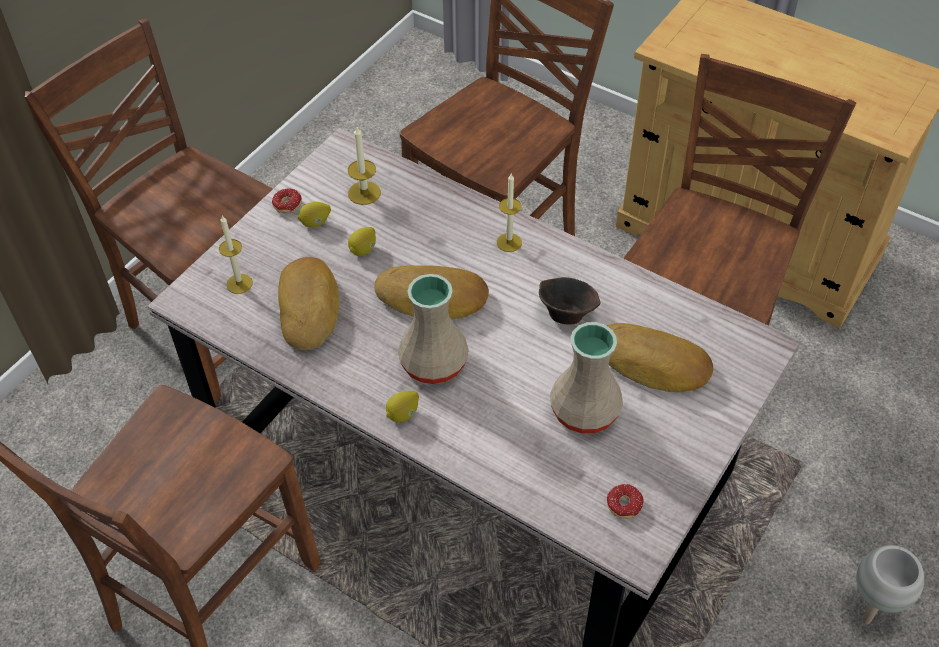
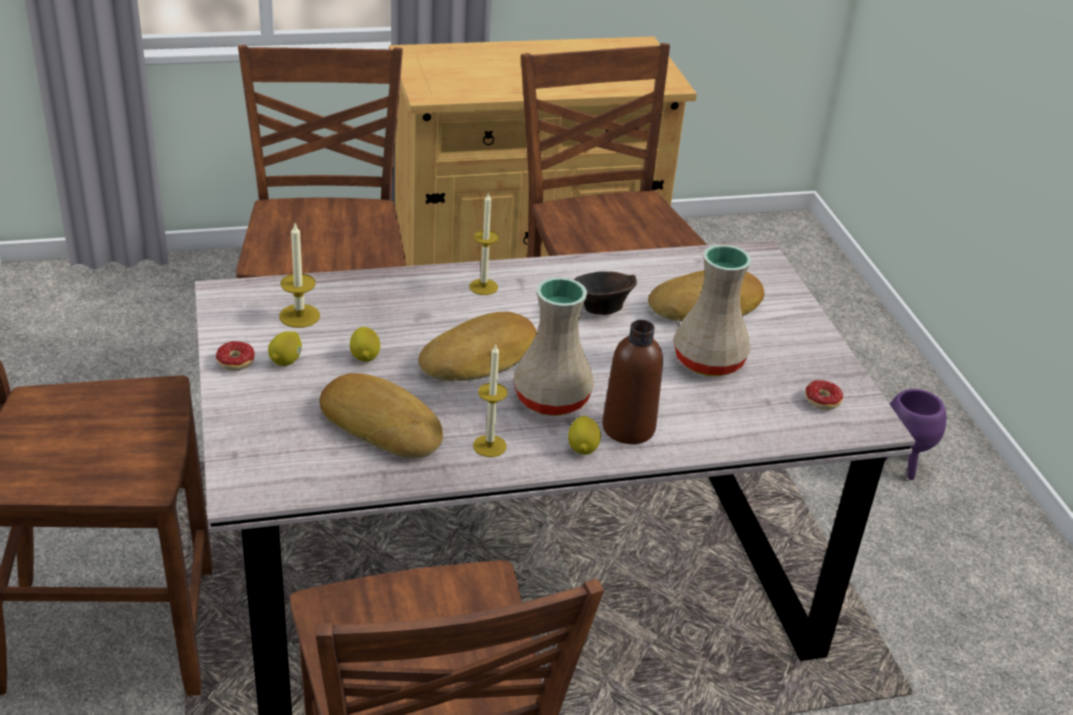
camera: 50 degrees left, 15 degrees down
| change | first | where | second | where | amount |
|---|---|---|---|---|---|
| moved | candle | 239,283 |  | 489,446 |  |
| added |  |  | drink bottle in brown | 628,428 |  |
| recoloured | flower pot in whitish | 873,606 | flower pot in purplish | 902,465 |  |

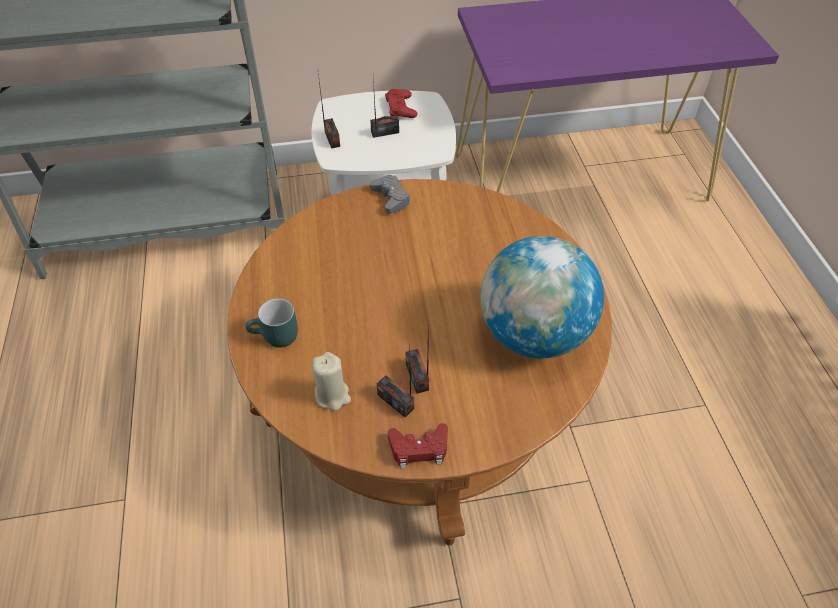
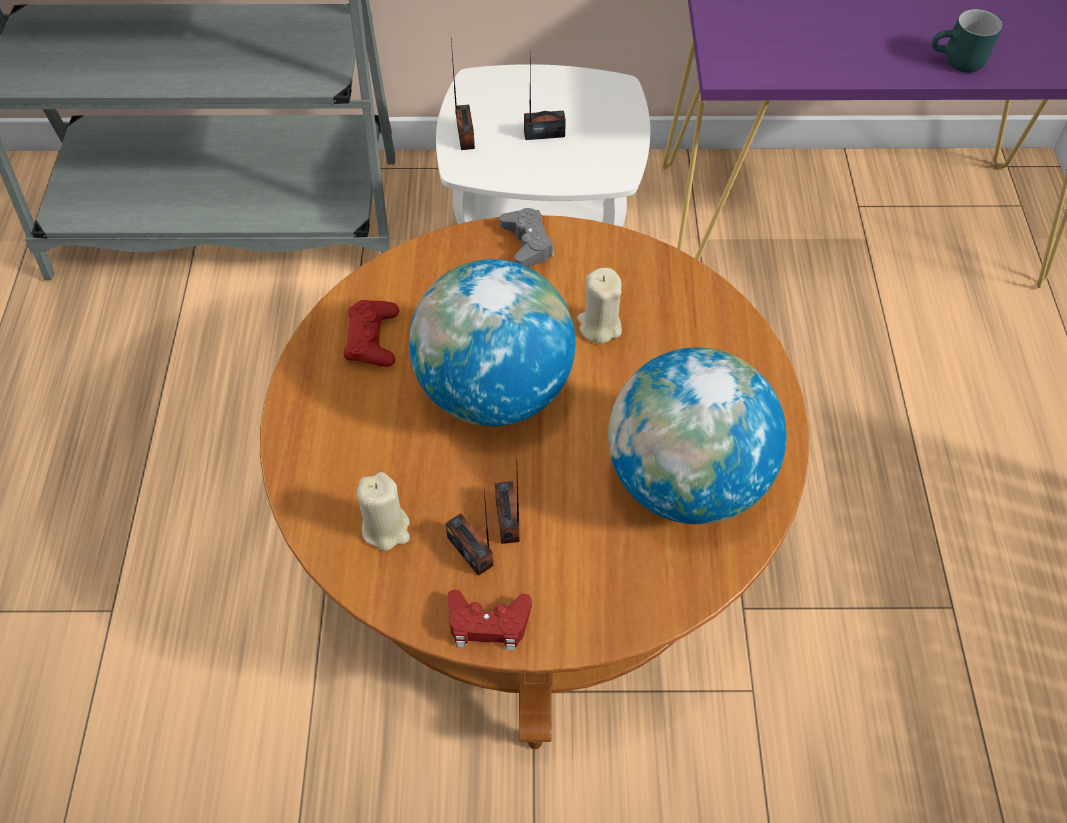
camera: 10 degrees right, 5 degrees up
| change | first | where | second | where | amount |
|---|---|---|---|---|---|
| moved | gamepad in red-coloured | 401,108 |  | 373,338 |  |
| added |  |  | world globe | 494,392 |  |
| added |  |  | candle in beige | 599,326 |  |
| moved | mug in blue-green | 276,338 |  | 958,63 |  |

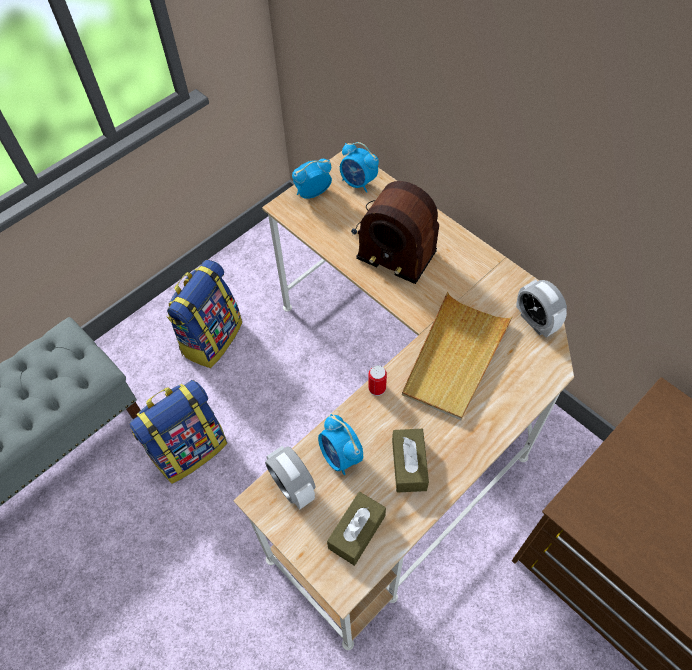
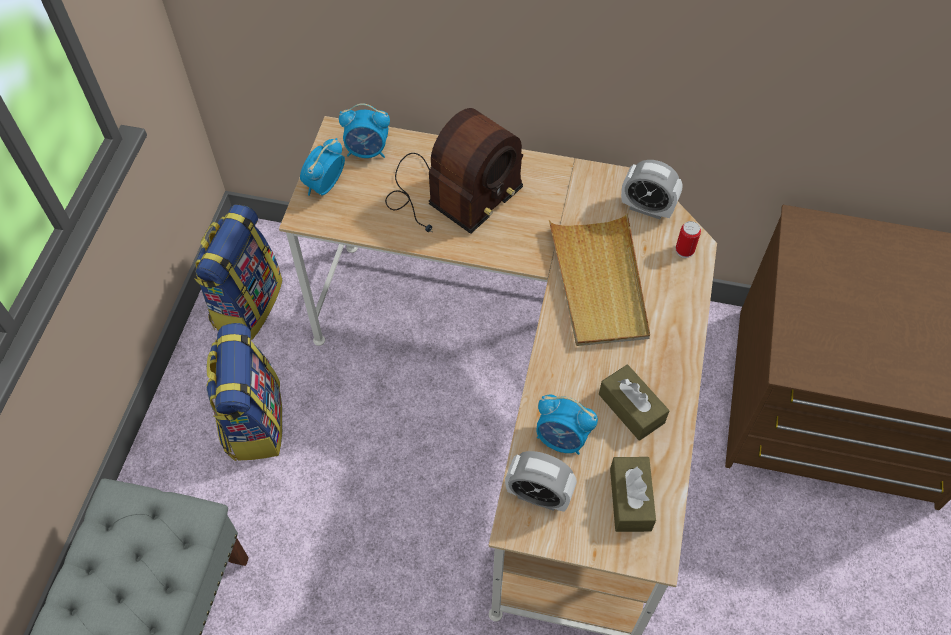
camera: 35 degrees left, 0 degrees up
| change | first | where | second | where | amount |
|---|---|---|---|---|---|
| moved | knapsack | 189,448 |  | 247,303 |  |
| turned | radio set | 393,240 |  | 451,194 | 45 degrees counterclockwise |
| moved | sealed can | 377,388 |  | 684,250 |  |

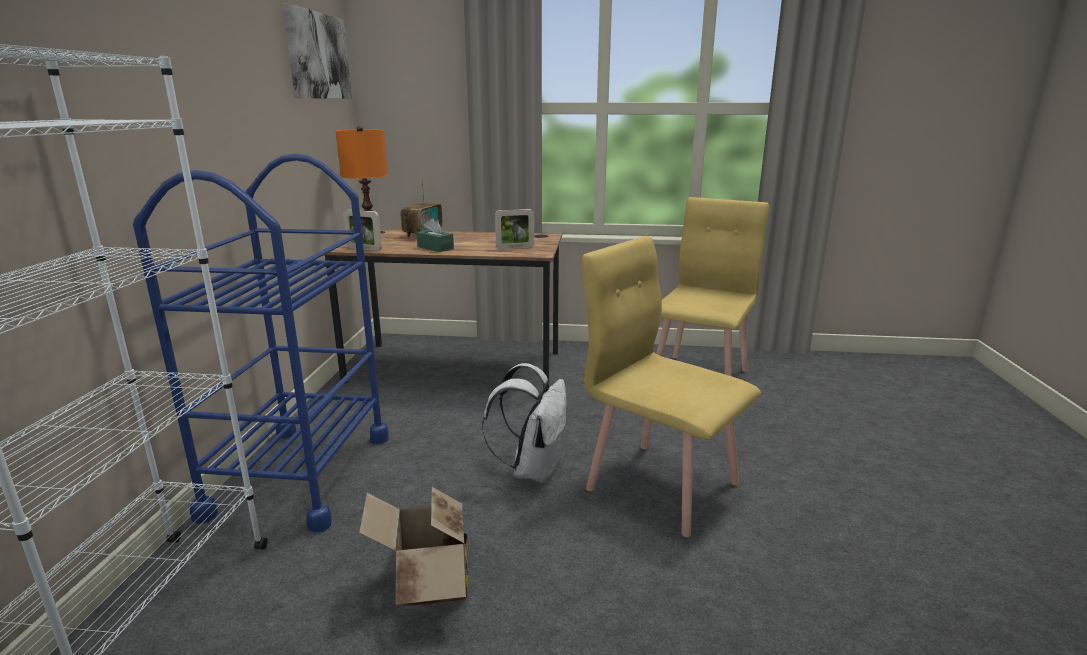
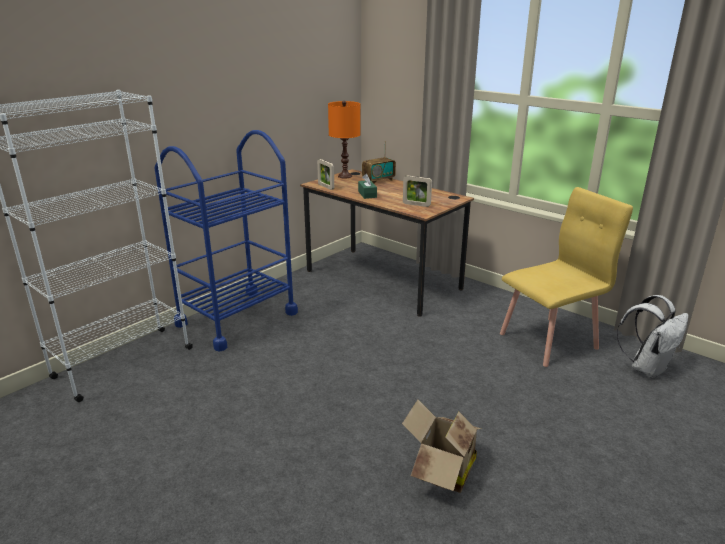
camera: 35 degrees right, 5 degrees up
| change | first | where | second | where | amount |
|---|---|---|---|---|---|
| moved | cardboard box | 427,584 |  | 441,472 |  |
| moved | knapsack in whitish | 533,469 |  | 647,368 |  |
| removed | wall art | 317,56 |  |  |  |
| removed | plain chair in yellowish | 661,485 |  |  |  |

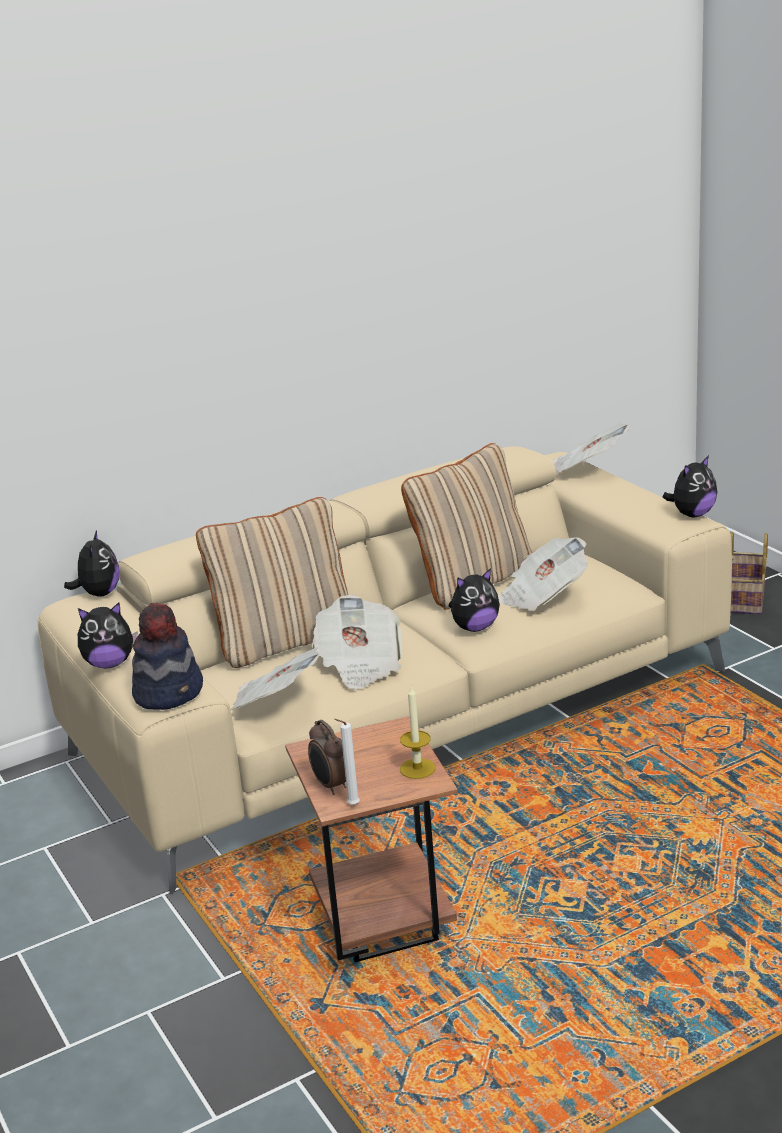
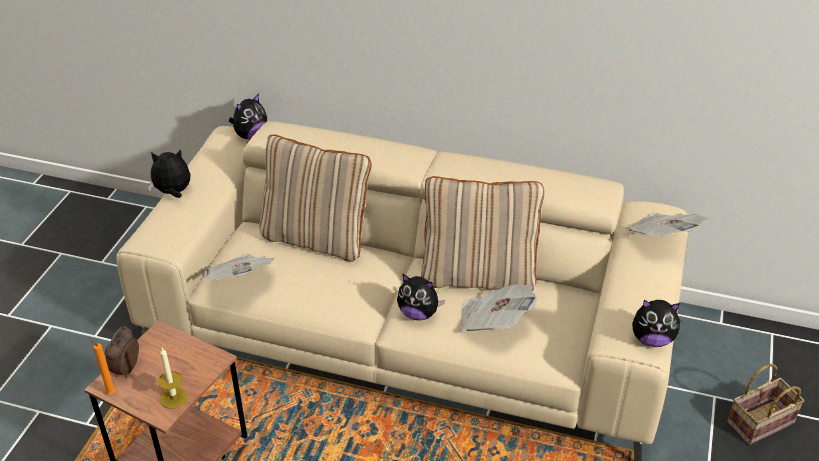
camera: 45 degrees right, 15 degrees up
| change | first | where | second | where | amount |
|---|---|---|---|---|---|
| recoloured | candle in whitish | 351,805 | candle in orangey | 110,392 |  |
| turned | plush toy | 110,664 |  | 173,192 | 135 degrees clockwise |
| removed | wearable hat | 169,692 |  |  |  |
| removed | printed paper | 360,665 |  |  |  |

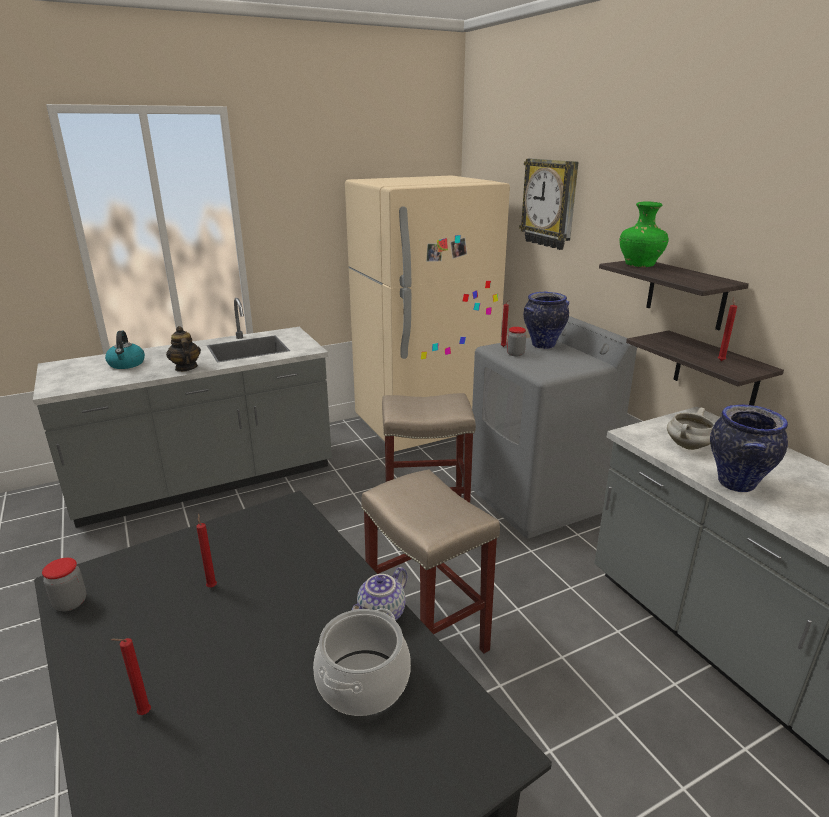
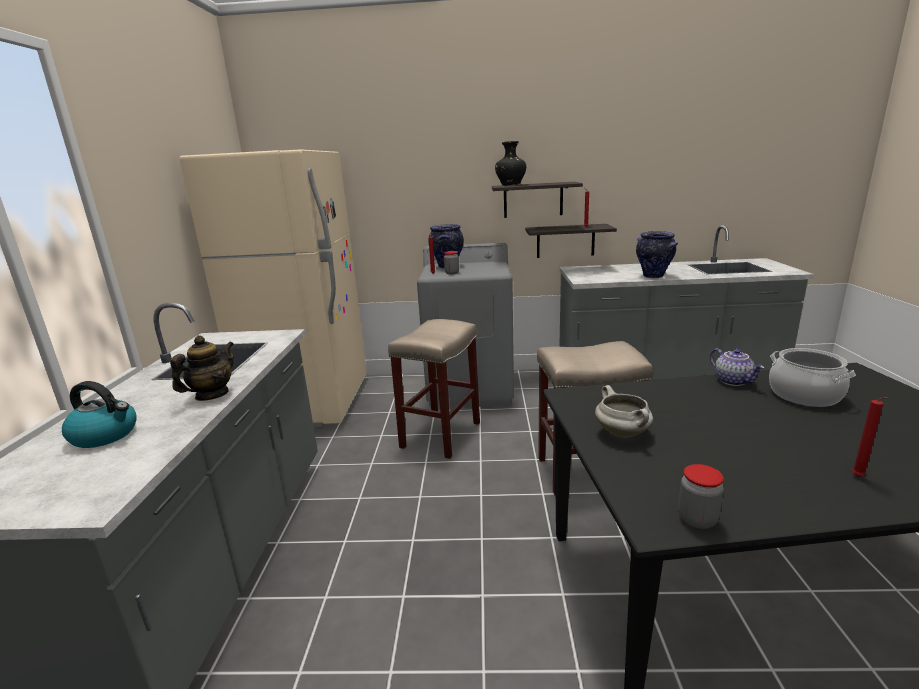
camera: 60 degrees left, 5 degrees down
| change | first | where | second | where | amount |
|---|---|---|---|---|---|
| turned | pot for tea | 186,368 |  | 211,395 | 120 degrees clockwise |
| recoloured | flower vase in greenish | 640,265 | flower vase in black-coloured | 511,185 |  |
| moved | saucepot in whitish | 688,446 |  | 623,433 |  |
| removed | candle in red-coloured | 212,586 |  |  |  |
| removed | clock on the wall | 550,203 |  |  |  |

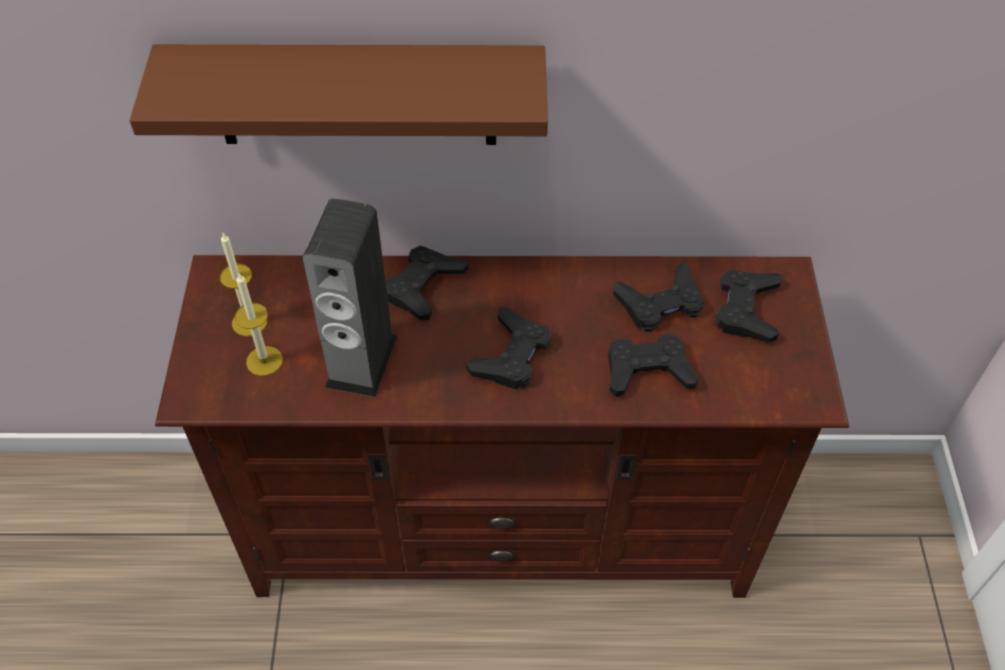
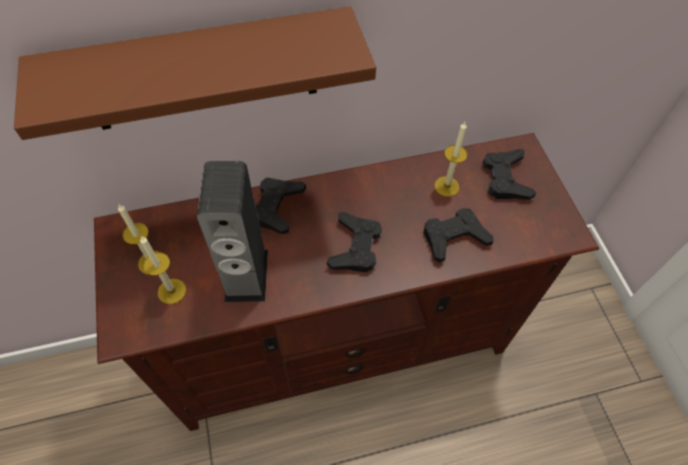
camera: 15 degrees left, 5 degrees up
| change | first | where | second | where | amount |
|---|---|---|---|---|---|
| replaced | gamepad in black-coloured | 660,304 | candle | 446,186 |  |

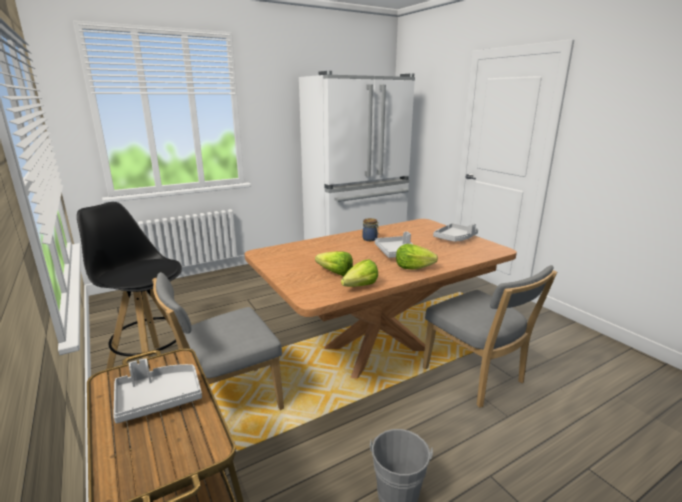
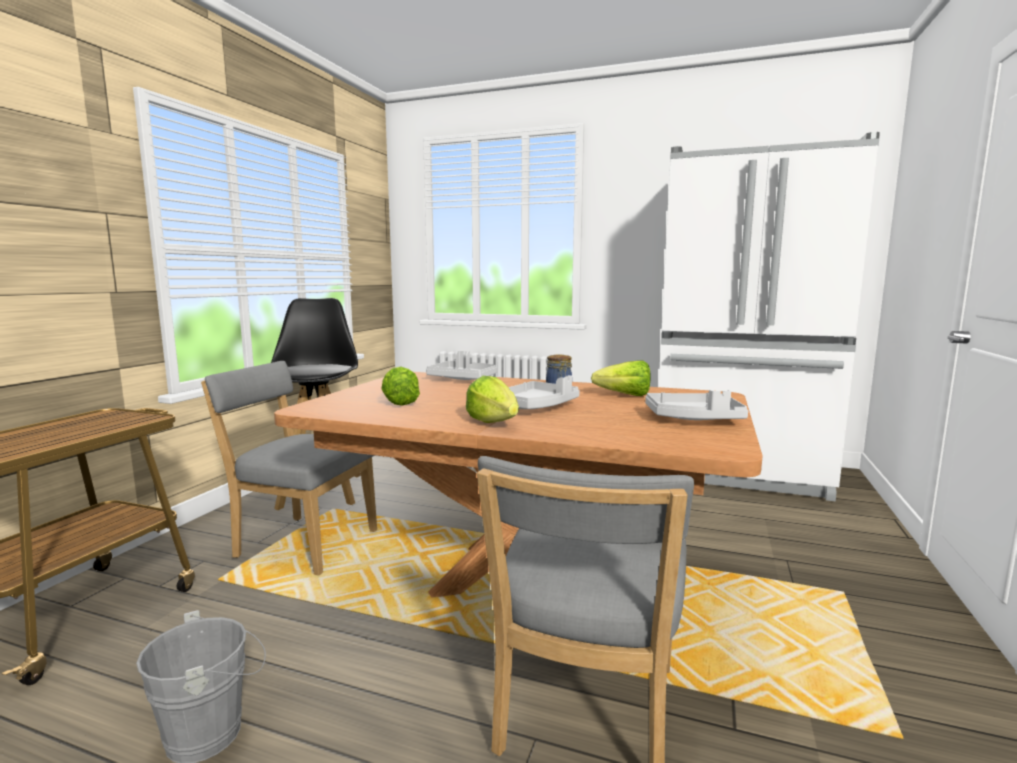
camera: 50 degrees right, 10 degrees down
| change | first | where | second | where | amount |
|---|---|---|---|---|---|
| moved | serving tray in gray | 158,399 |  | 463,379 |  |
| moved | lettuce | 357,287 |  | 619,395 |  |

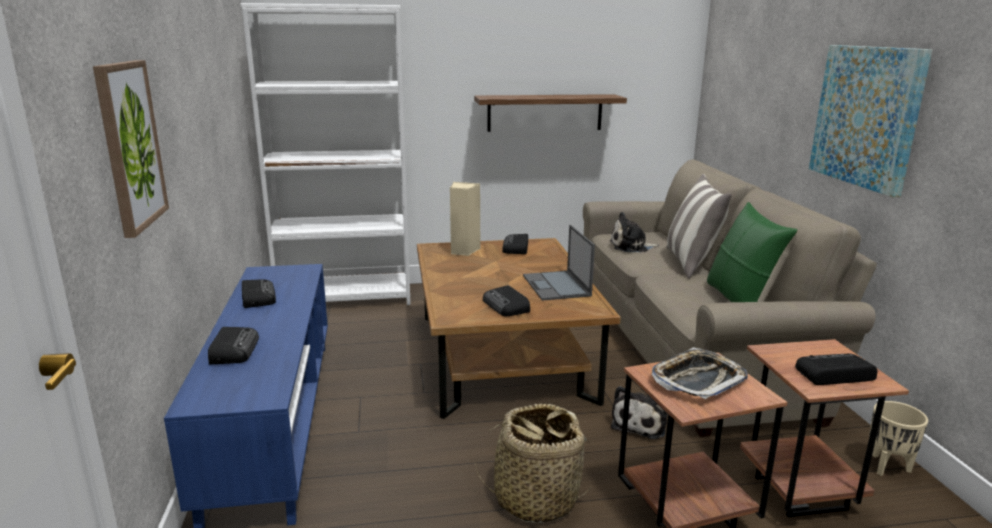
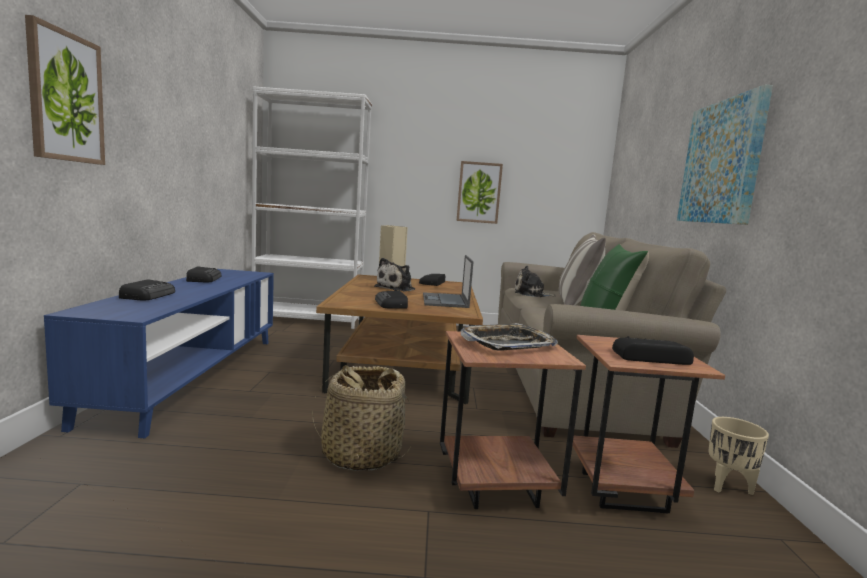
camera: 10 degrees right, 10 degrees down
| change | first | where | second | where | amount |
|---|---|---|---|---|---|
| moved | plush toy | 640,423 |  | 397,288 |  |
| replaced | wall shelf | 545,112 | wall art | 479,192 |  |

